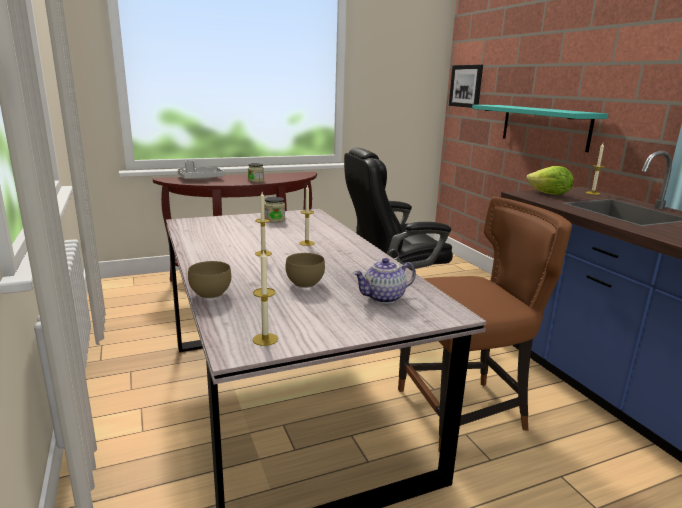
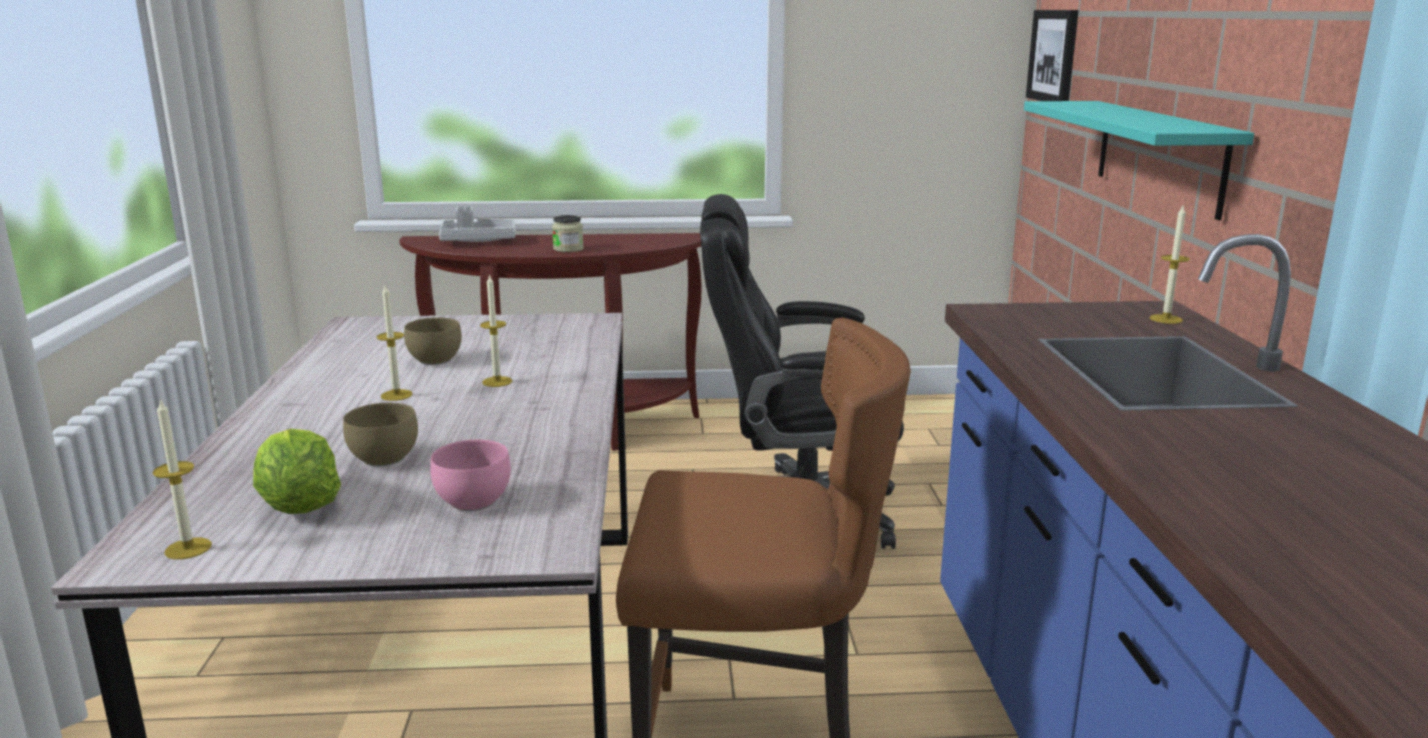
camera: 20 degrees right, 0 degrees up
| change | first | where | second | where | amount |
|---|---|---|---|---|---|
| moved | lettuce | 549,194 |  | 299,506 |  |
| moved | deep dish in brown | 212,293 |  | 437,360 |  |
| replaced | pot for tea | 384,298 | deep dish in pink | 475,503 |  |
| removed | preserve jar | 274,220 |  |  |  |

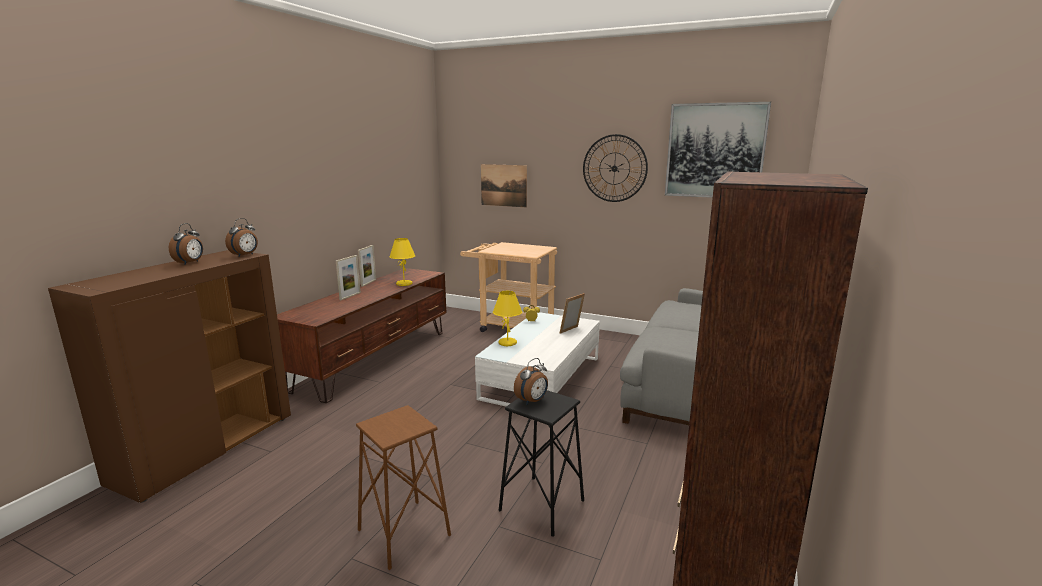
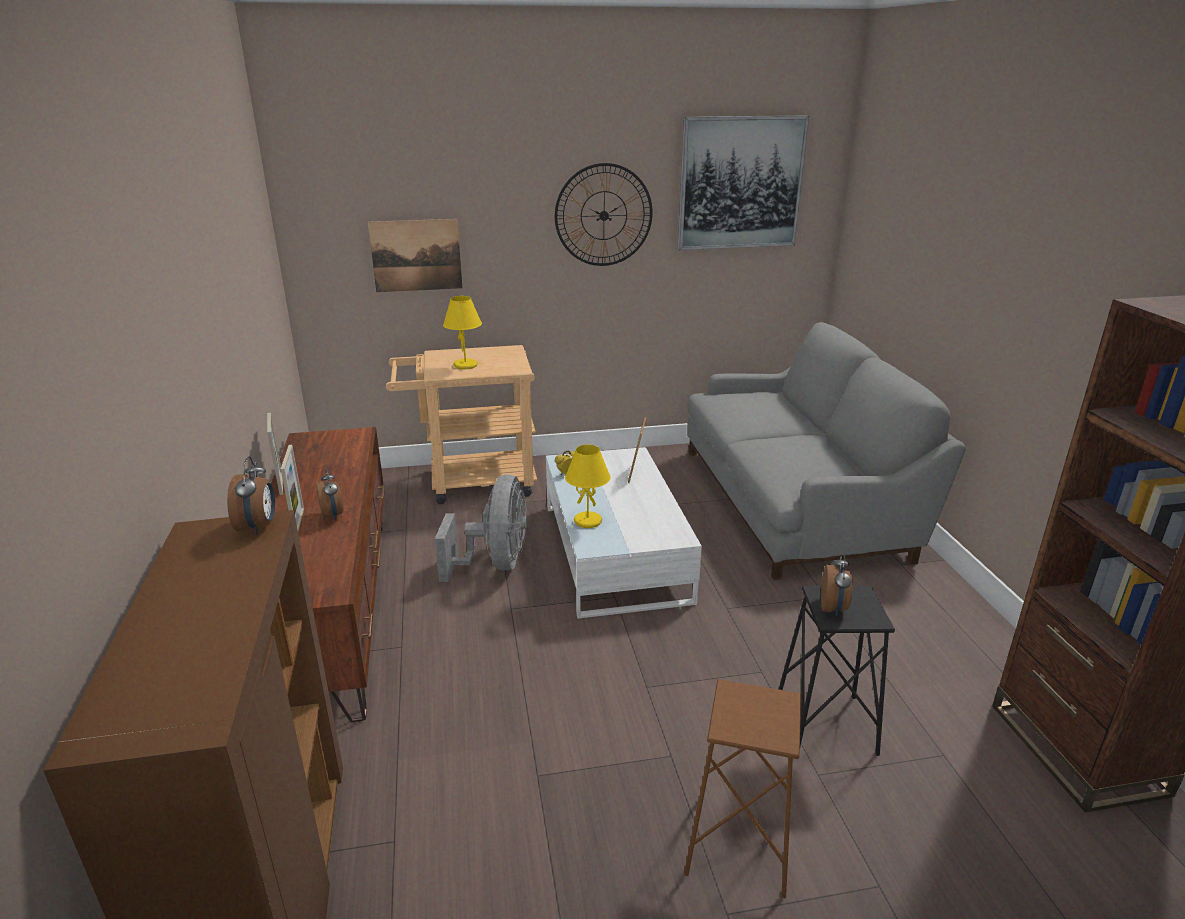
camera: 35 degrees left, 10 degrees up
| change | first | where | second | where | amount |
|---|---|---|---|---|---|
| moved | bedside clock | 190,263 |  | 333,516 |  |
| added |  |  | cooling fan in gray | 495,563 |  |
| moved | table lamp in yellowish | 404,284 |  | 466,365 |  |

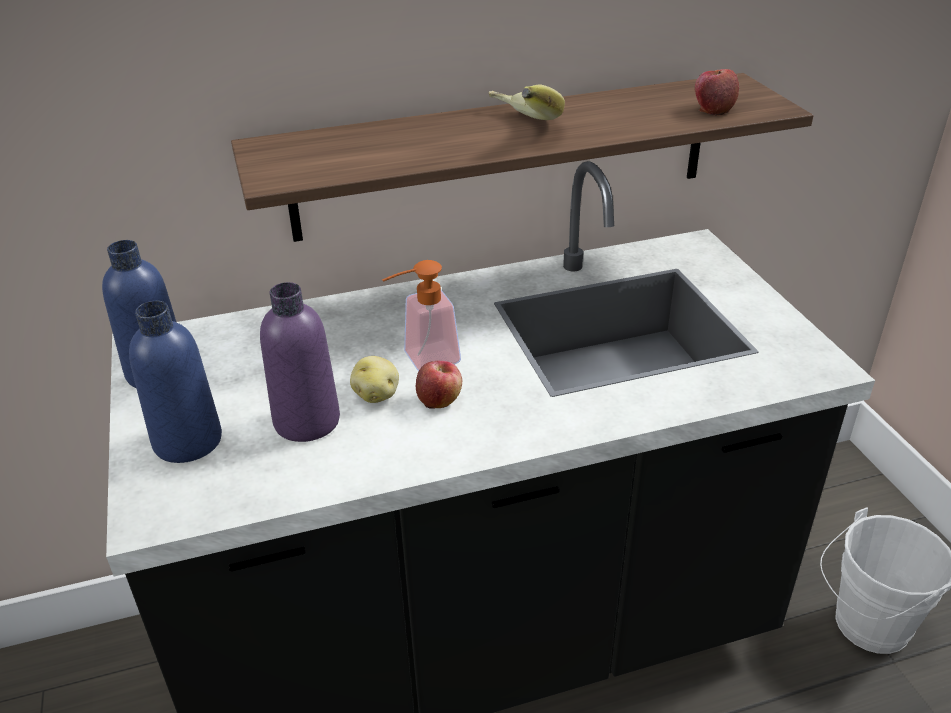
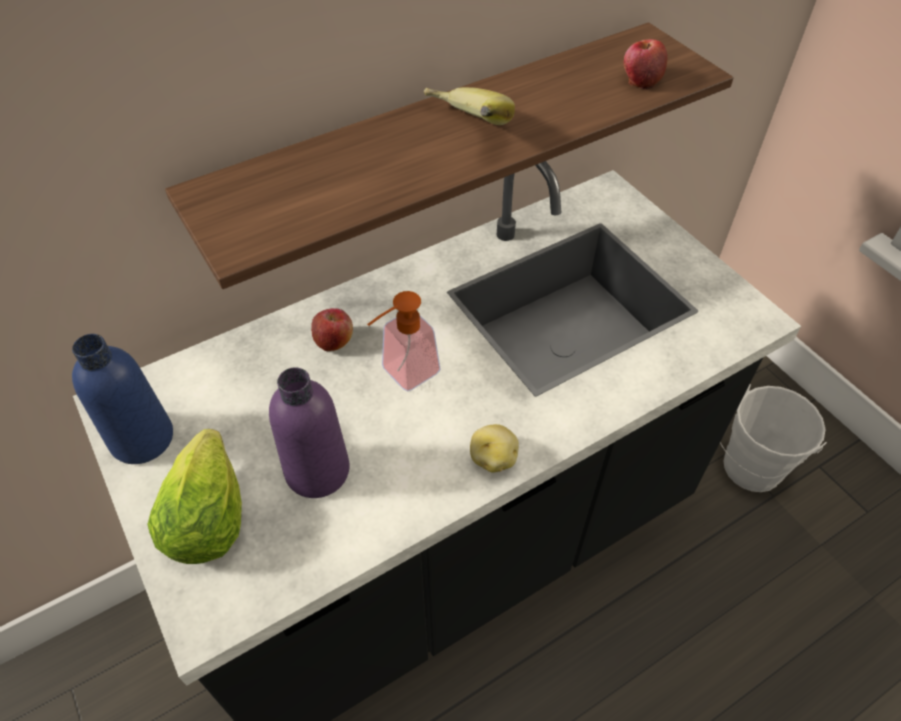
camera: 15 degrees left, 15 degrees up
| change | first | where | second | where | amount |
|---|---|---|---|---|---|
| replaced | drink bottle in bluish | 188,441 | lettuce | 207,519 |  |
| moved | apple fruit | 439,399 |  | 334,341 |  |
| moved | whole potato | 377,394 |  | 493,458 |  |

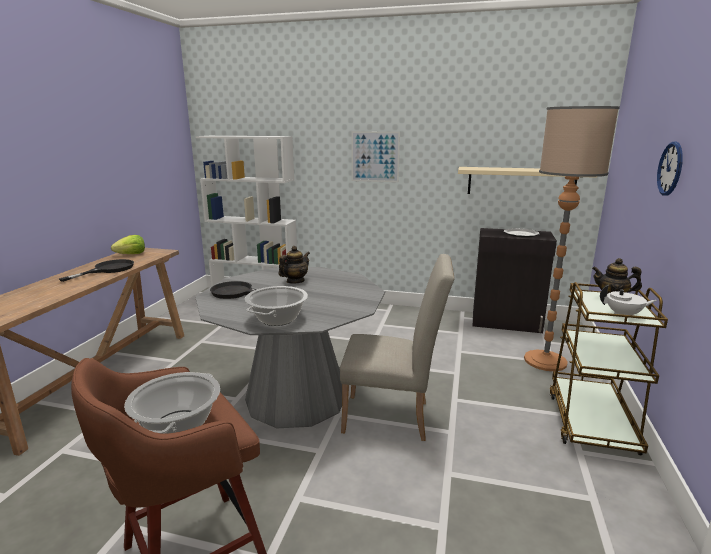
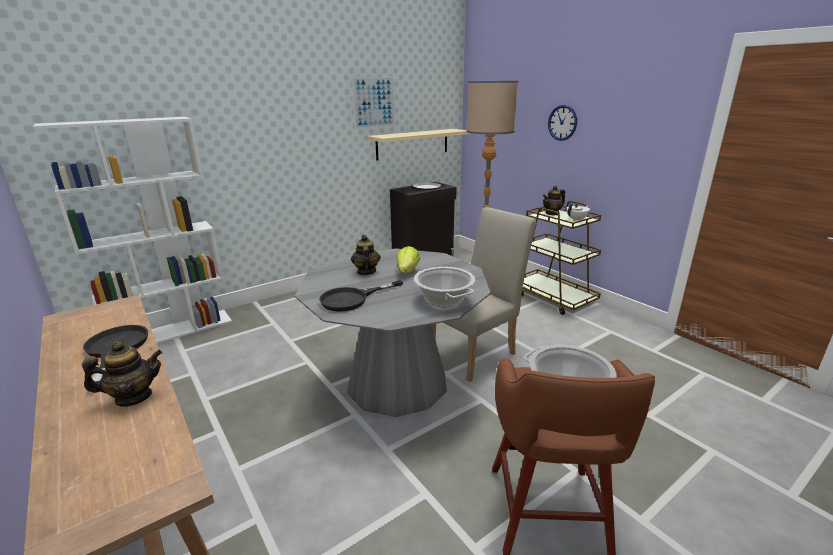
camera: 50 degrees left, 5 degrees up
| change | first | where | second | where | amount |
|---|---|---|---|---|---|
| added |  |  | pot for tea | 133,397 |  |
| moved | wall art | 375,156 |  | 374,102 |  |
| moved | lettuce | 131,254 |  | 407,272 |  |

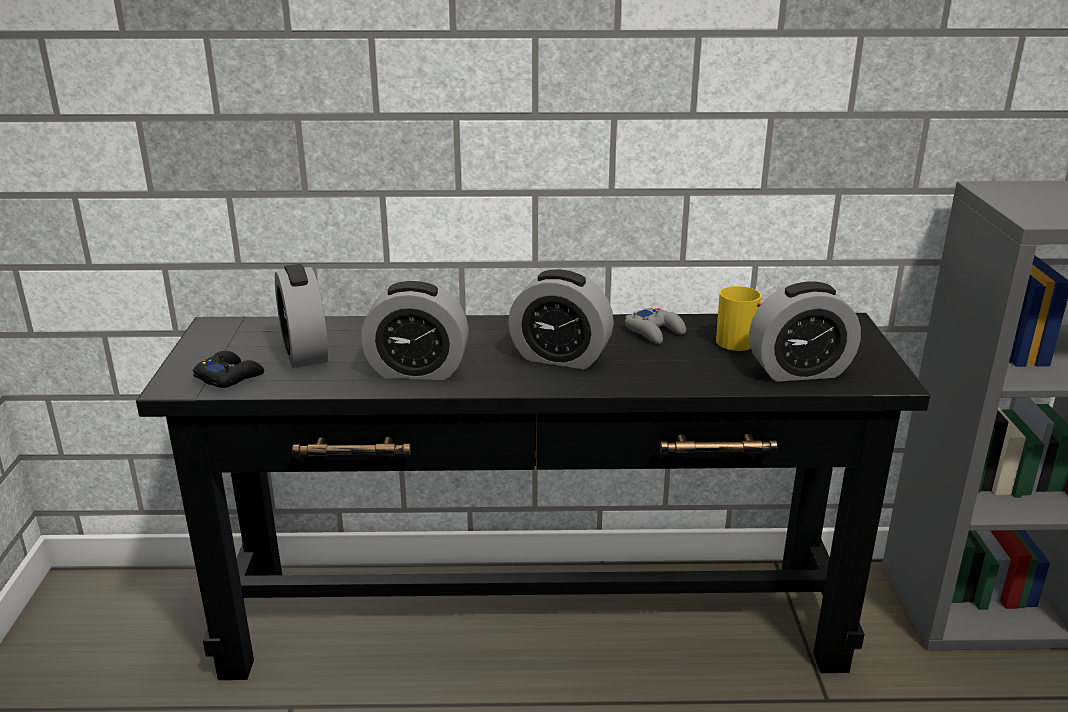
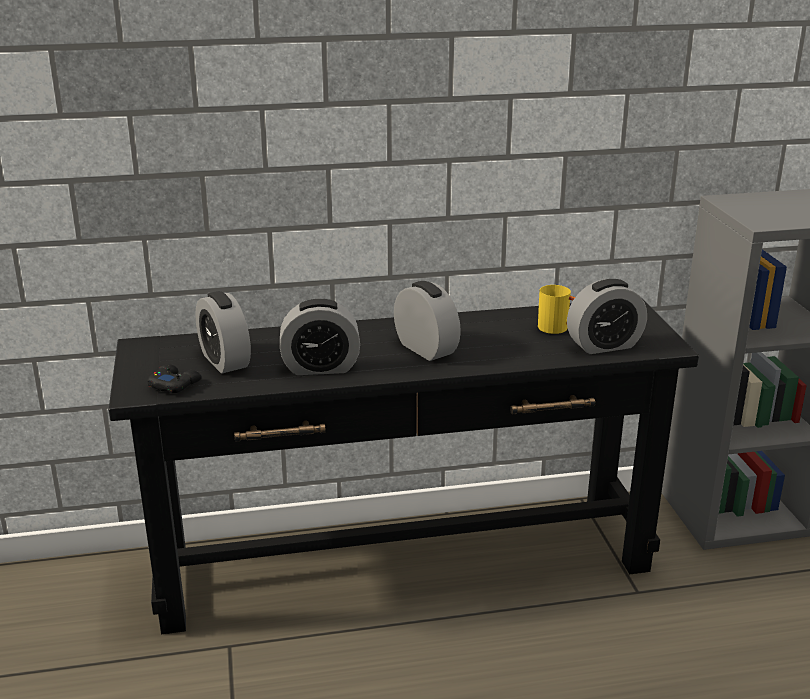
camera: 10 degrees left, 0 degrees up
| change | first | where | second | where | amount |
|---|---|---|---|---|---|
| turned | bedside clock | 560,357 |  | 426,349 | 135 degrees counterclockwise |
| removed | gamepad in gray | 655,332 |  |  |  |

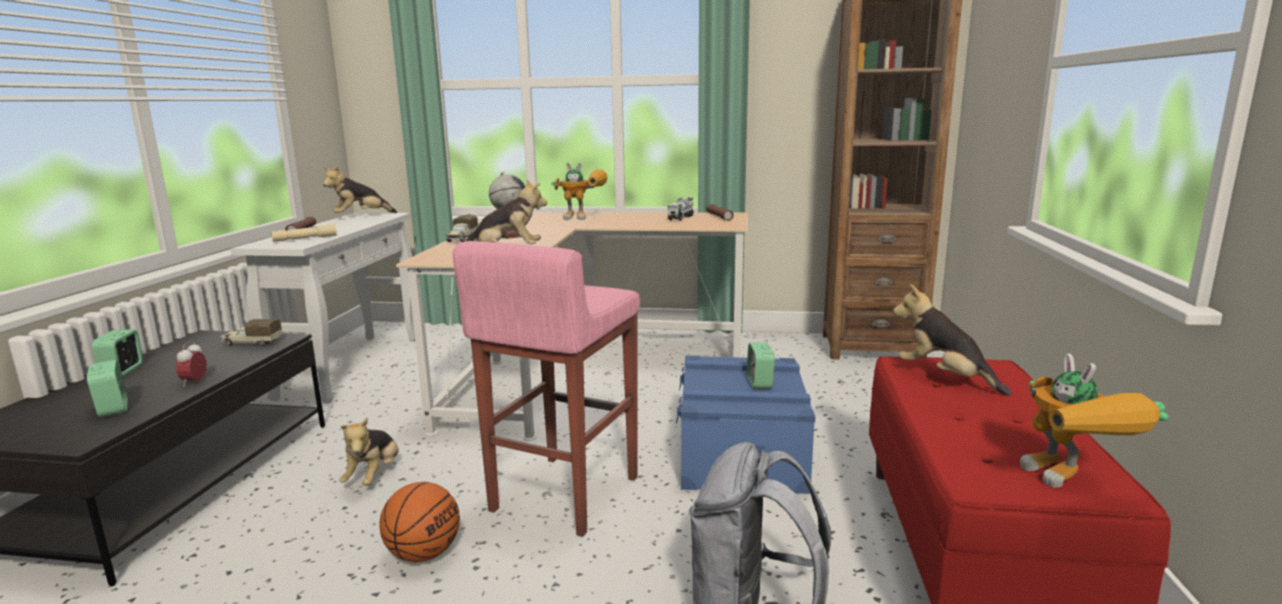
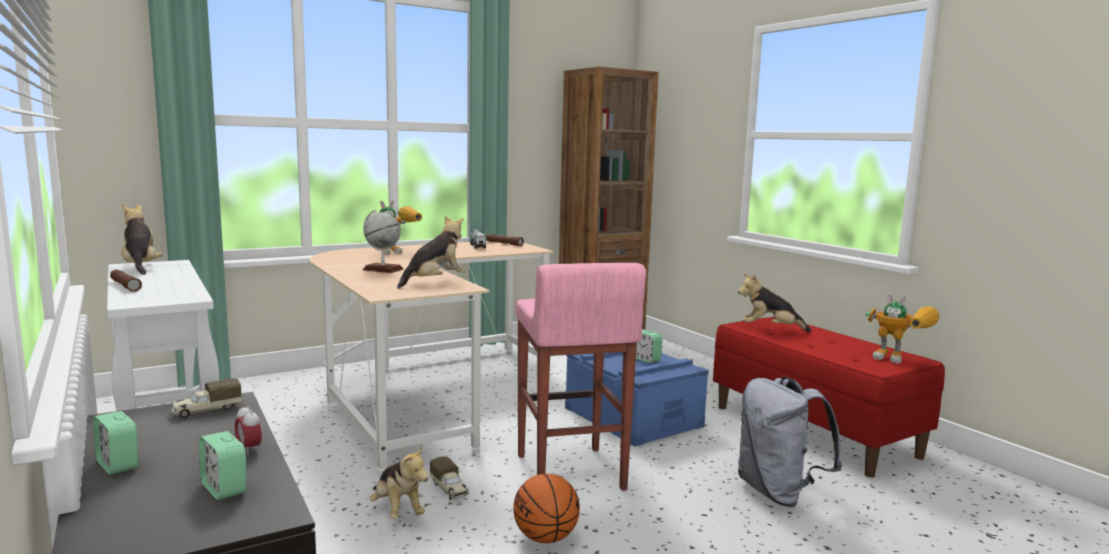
camera: 40 degrees left, 5 degrees down
| change | first | where | second | where | amount |
|---|---|---|---|---|---|
| turned | plush toy | 360,216 |  | 141,267 | 135 degrees clockwise |
| turned | bedside clock | 112,409 |  | 224,489 | 150 degrees counterclockwise |
| moved | model truck | 462,238 |  | 449,489 |  |
| removed | hand torch in beige | 305,238 |  |  |  |

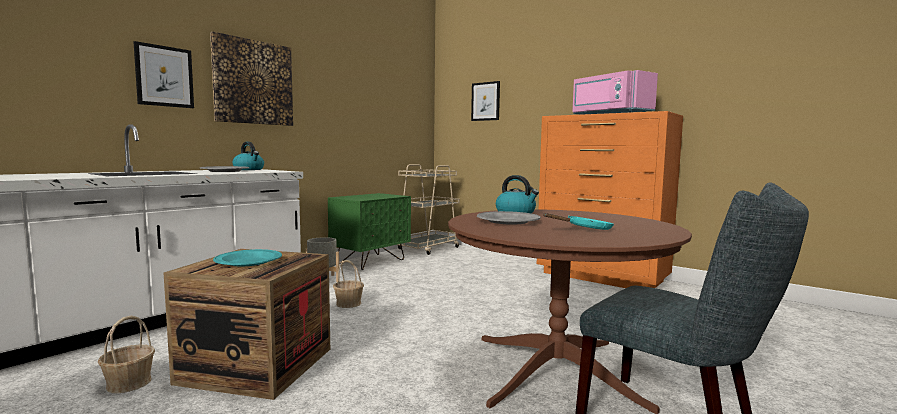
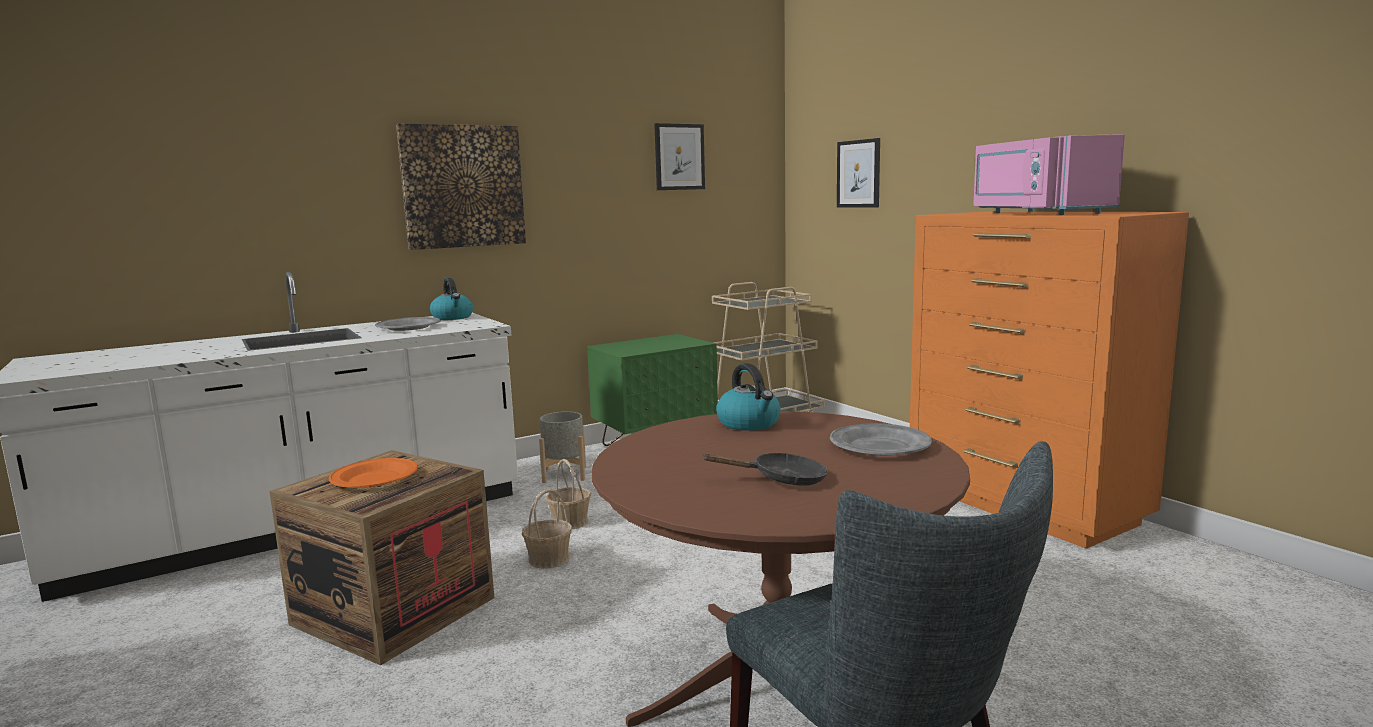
camera: 20 degrees right, 5 degrees up
| change | first | where | second | where | amount |
|---|---|---|---|---|---|
| recoloured | plate in blue-green | 249,261 | plate in orangey | 375,478 |  |
| moved | household basket | 128,383 |  | 548,559 |  |
| moved | wall art | 164,76 |  | 679,157 |  |
| recoloured | frying pan in blue-green | 585,229 | frying pan in black-coloured | 782,479 |  |
| moved | plate in gray | 507,221 |  | 879,446 |  |

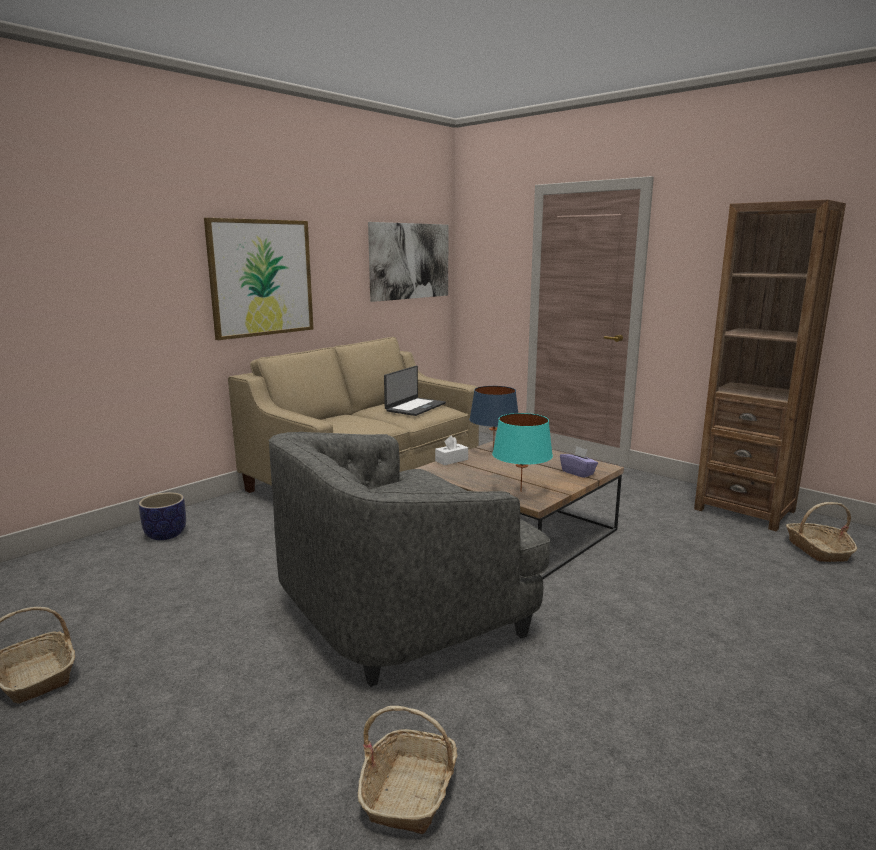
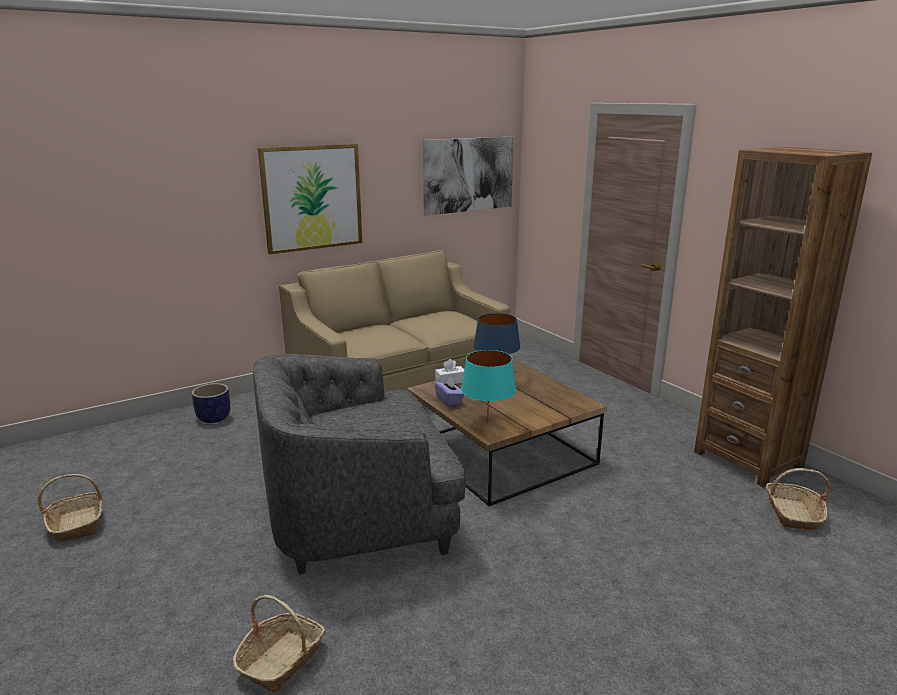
camera: 15 degrees right, 5 degrees up
| change | first | where | second | where | amount |
|---|---|---|---|---|---|
| moved | tissue box in purplish | 578,473 |  | 449,401 |  |
| removed | portable computer | 415,407 |  |  |  |

